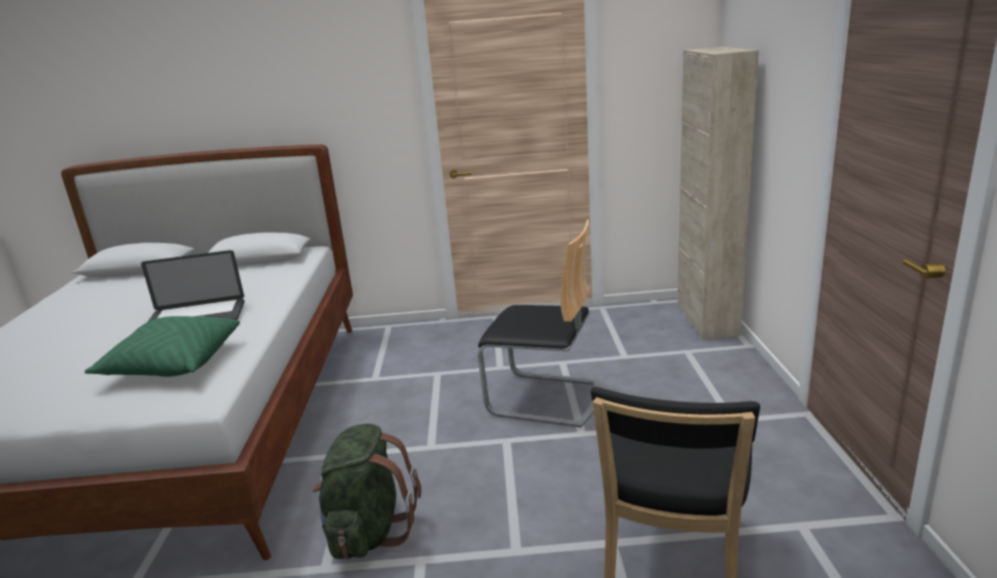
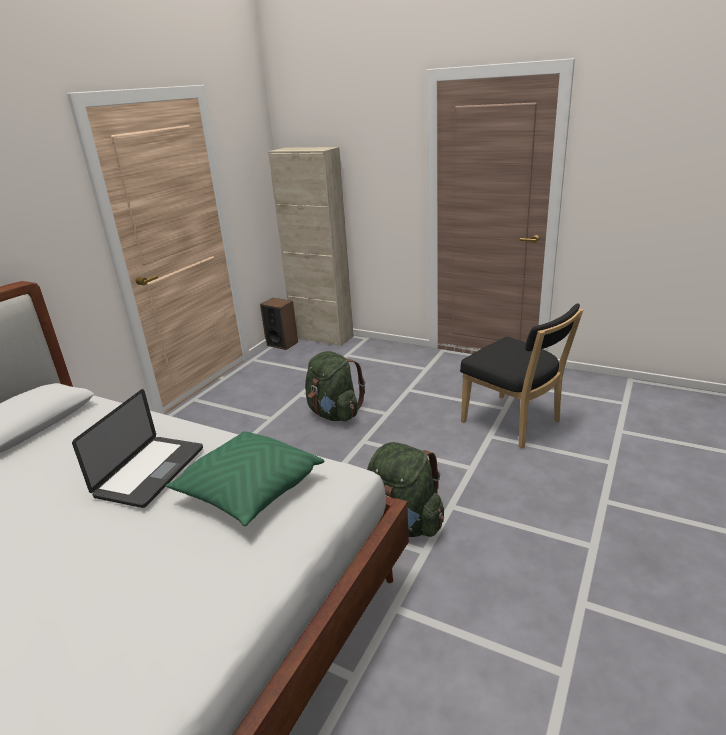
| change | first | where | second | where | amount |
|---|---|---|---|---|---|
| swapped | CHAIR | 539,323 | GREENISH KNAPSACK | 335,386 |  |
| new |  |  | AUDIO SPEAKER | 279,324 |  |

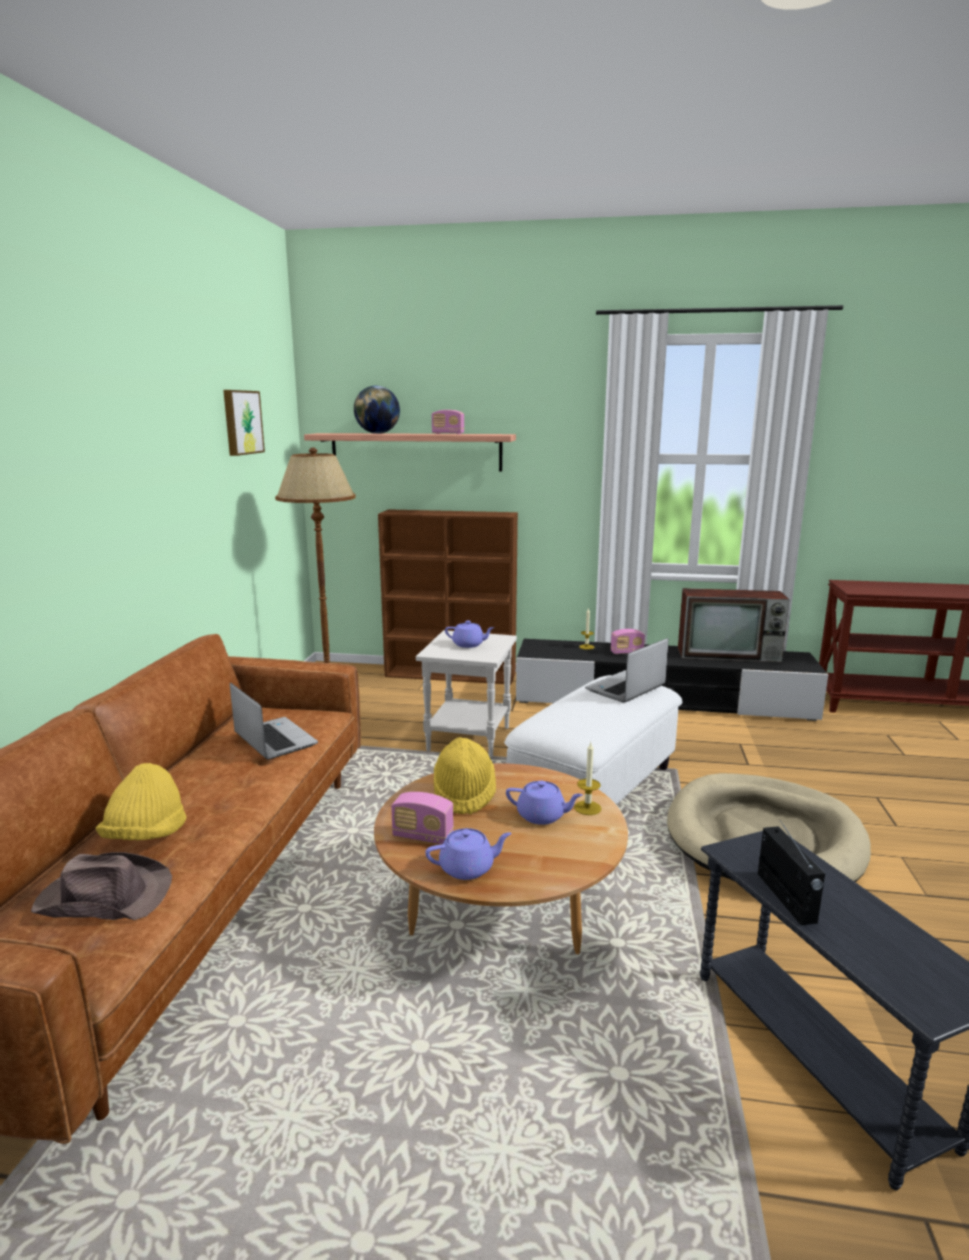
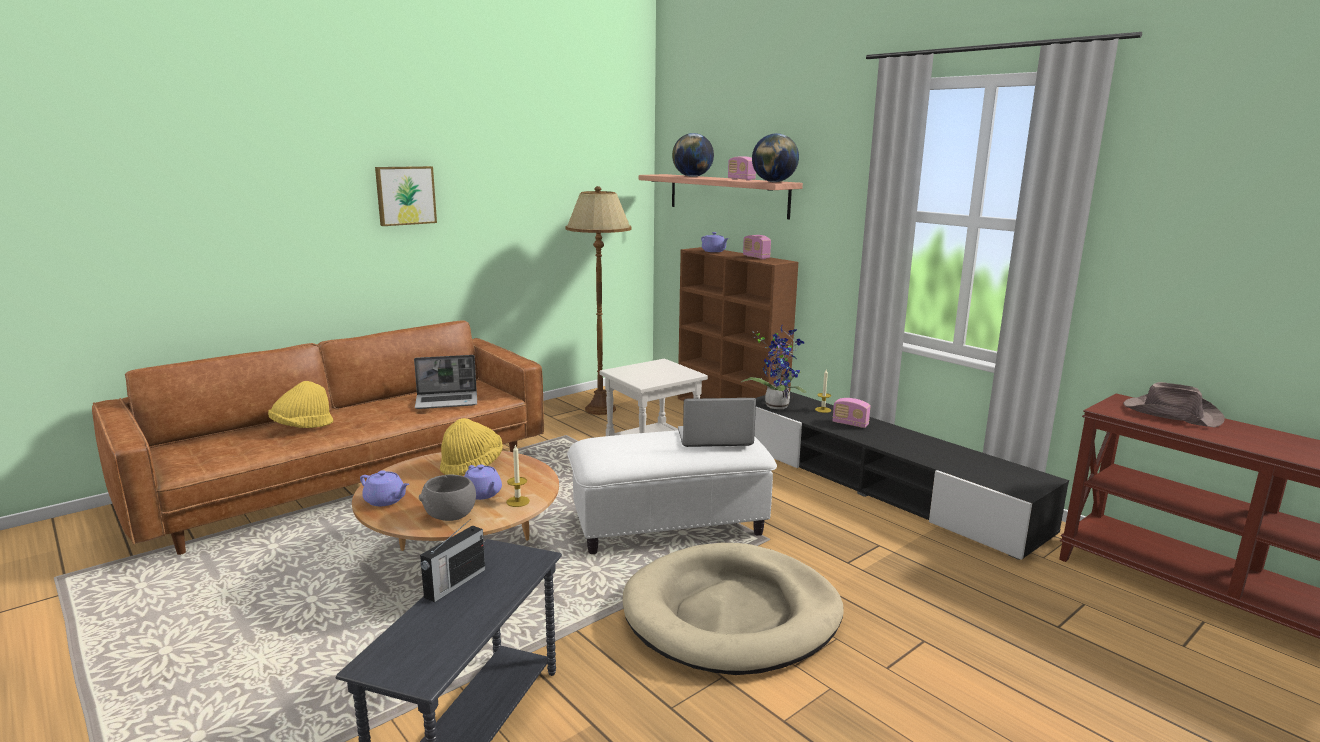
| change | first | where | second | where | amount |
|---|---|---|---|---|---|
| shifted | BROWNISH HAT | 101,886 |  | 1174,404 |  |
| shifted | WALL ART | 244,423 |  | 406,196 |  |
| rotated | LAPTOP | 274,721 |  | 445,382 | 75 degrees clockwise |
| shifted | RADIO RECEIVER | 422,818 |  | 757,247 |  |
| shifted | PURPLISH TEAPOT | 470,634 |  | 715,242 |  |
| gone | TELEVISION | 734,625 |  |  |  |
| new |  |  | GREY SERVING BOWL | 447,497 |  |
| new |  |  | POTTED PLANT | 774,366 |  |
| new |  |  | GLOBE | 775,157 |  |

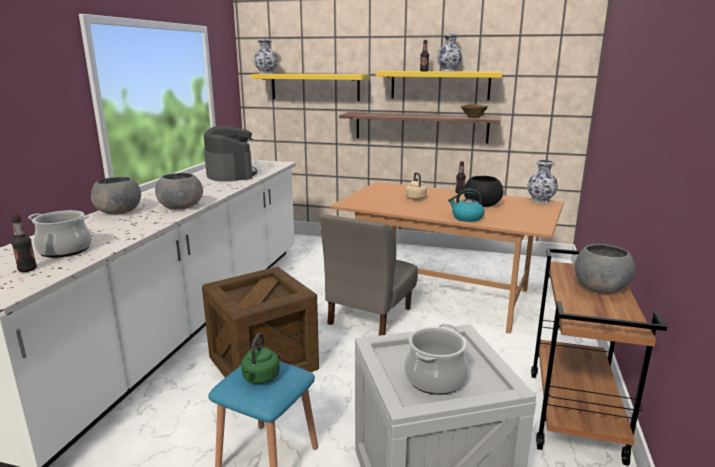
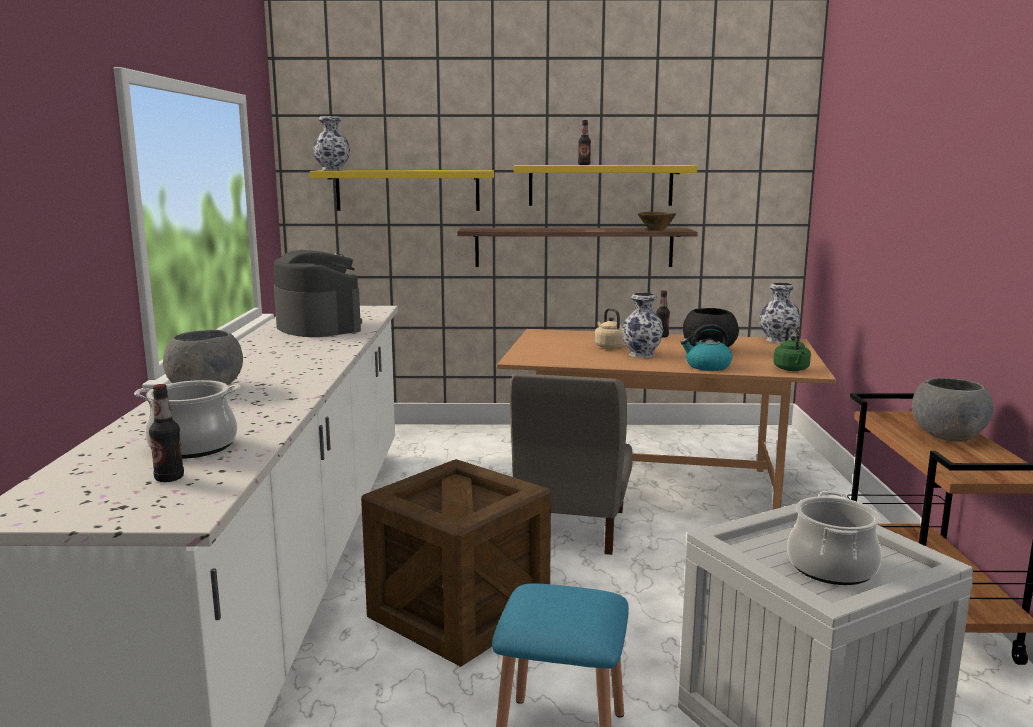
| change | first | where | second | where | amount |
|---|---|---|---|---|---|
| gone | GREY SERVING BOWL | 179,191 |  |  |  |
| shifted | GREENISH KETTLE | 260,358 |  | 792,348 |  |
| shifted | FLOWER VASE | 449,52 |  | 642,325 |  |

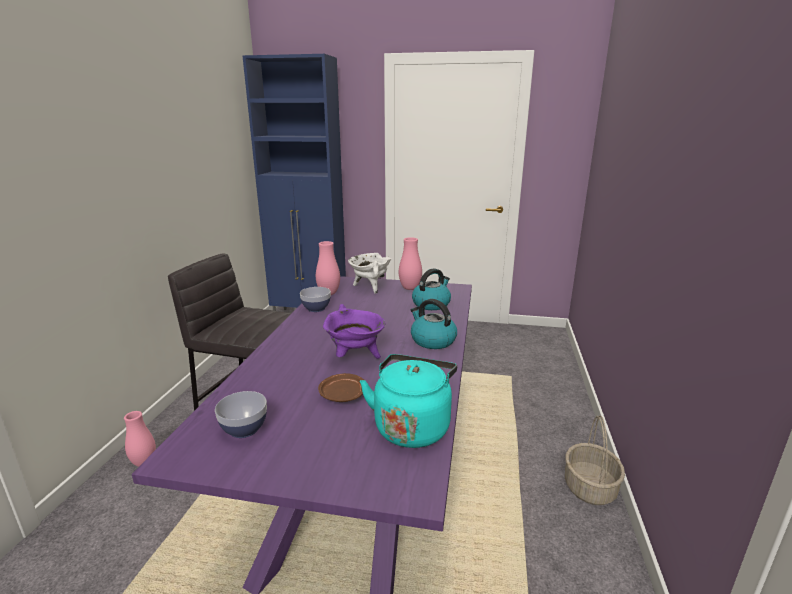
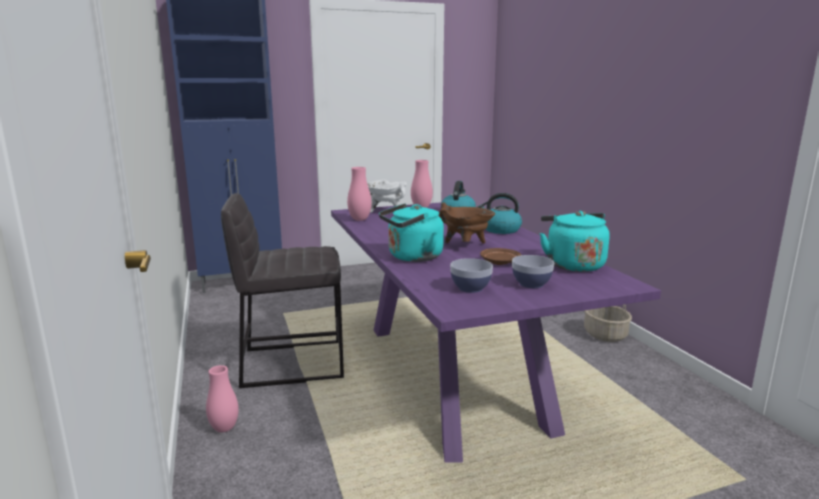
| change | first | where | second | where | amount |
|---|---|---|---|---|---|
| shifted | SERVING BOWL | 315,299 |  | 533,271 |  |
| repainted | PURPLISH SAUCEPOT | 354,331 | BROWNISH SAUCEPOT | 467,223 |  |
| new |  |  | BLUE-GREEN KETTLE | 411,232 |  |

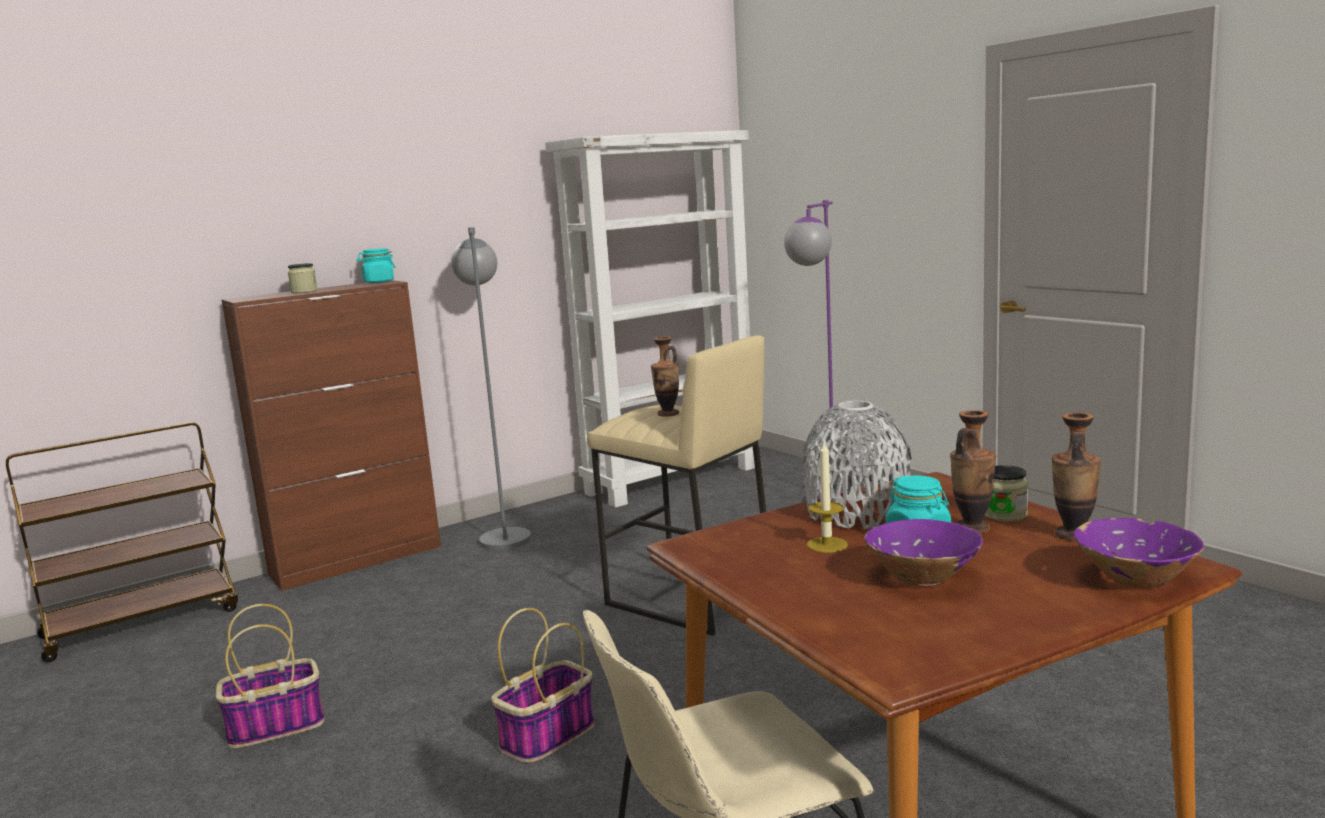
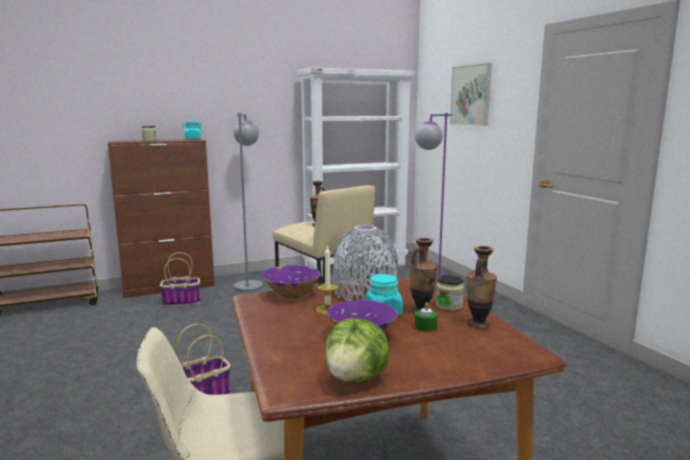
| change | first | where | second | where | amount |
|---|---|---|---|---|---|
| shifted | STORAGE BASKET | 270,676 |  | 180,279 |  |
| shifted | PURPLISH SERVING BOWL | 1139,553 |  | 291,282 |  |
| new |  |  | LETTUCE | 357,350 |  |
| new |  |  | GREENISH CANDLE | 426,317 |  |
| new |  |  | WALL ART | 471,94 |  |

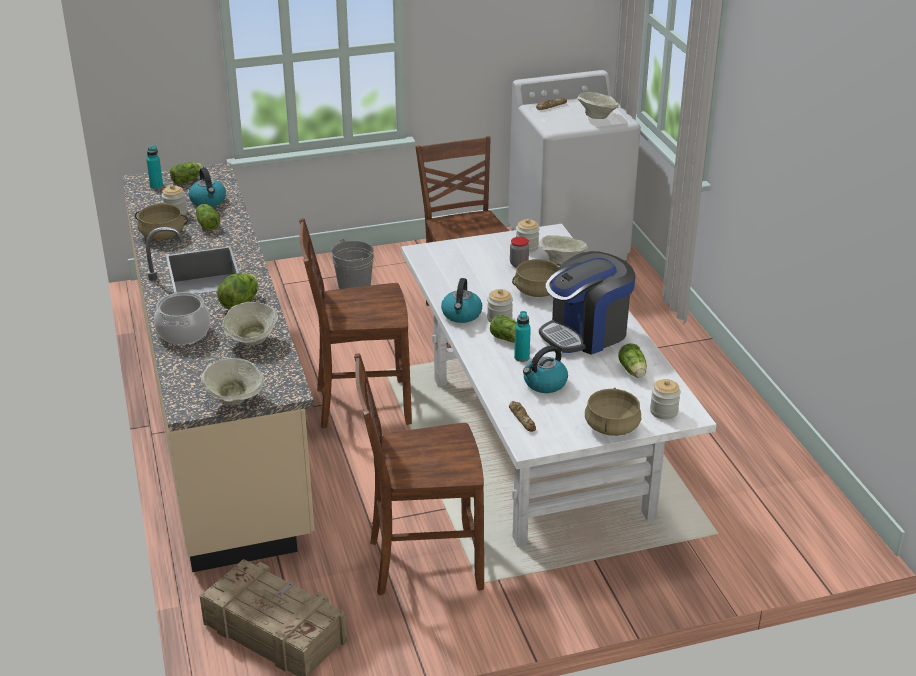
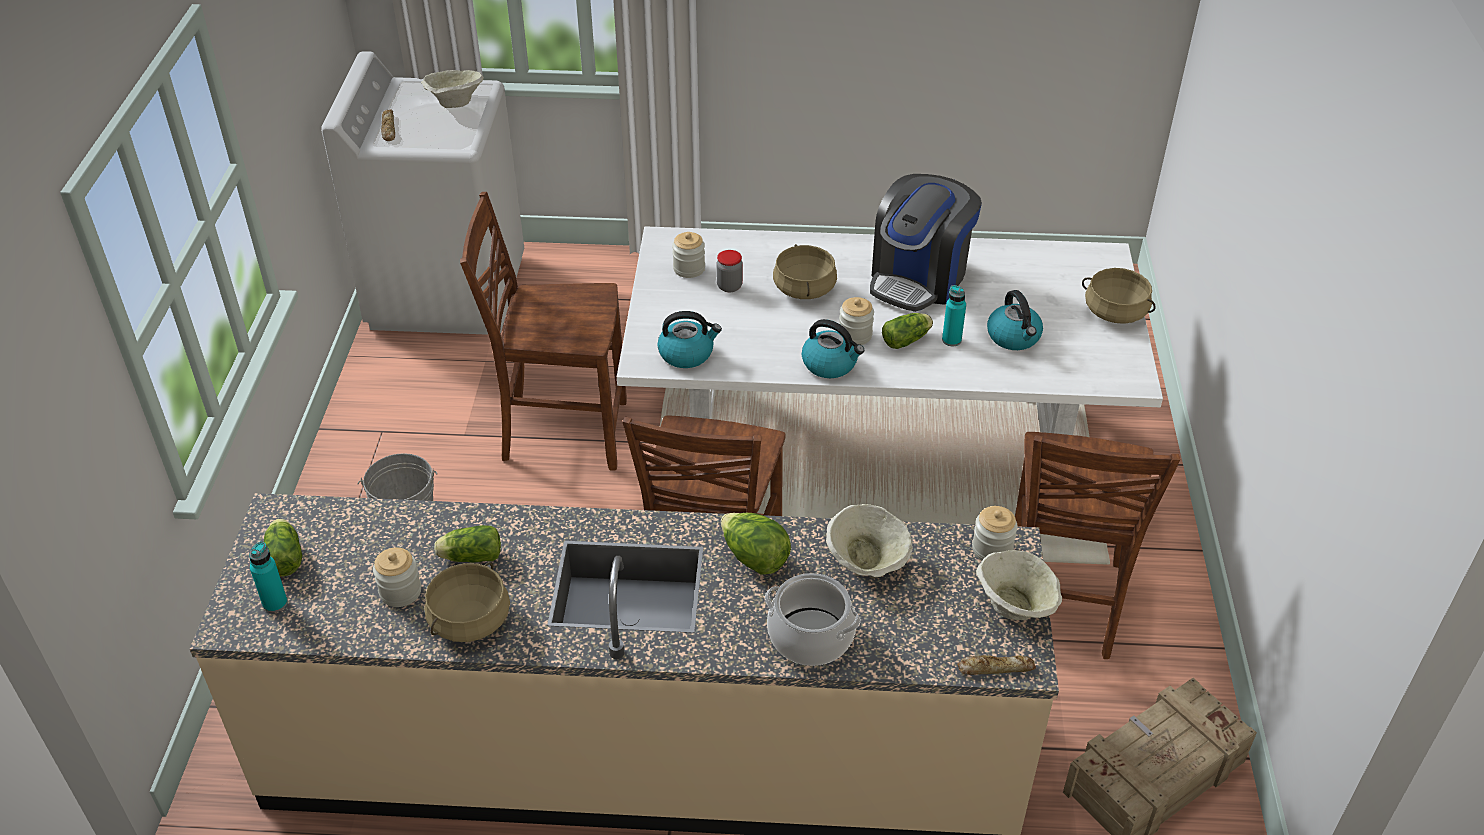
| change | first | where | second | where | amount |
|---|---|---|---|---|---|
| shifted | KETTLE | 207,187 |  | 689,339 |  |
| shifted | BAKED BREAD | 522,416 |  | 996,665 |  |
| gone | SAND-COLOURED SERVING BOWL | 563,250 |  |  |  |
| rotated | COFFEE MAKER | 587,303 |  | 926,243 | 45 degrees clockwise |
| gone | LETTUCE | 632,360 |  |  |  |
| shifted | PRESERVE JAR | 665,399 |  | 995,533 |  |

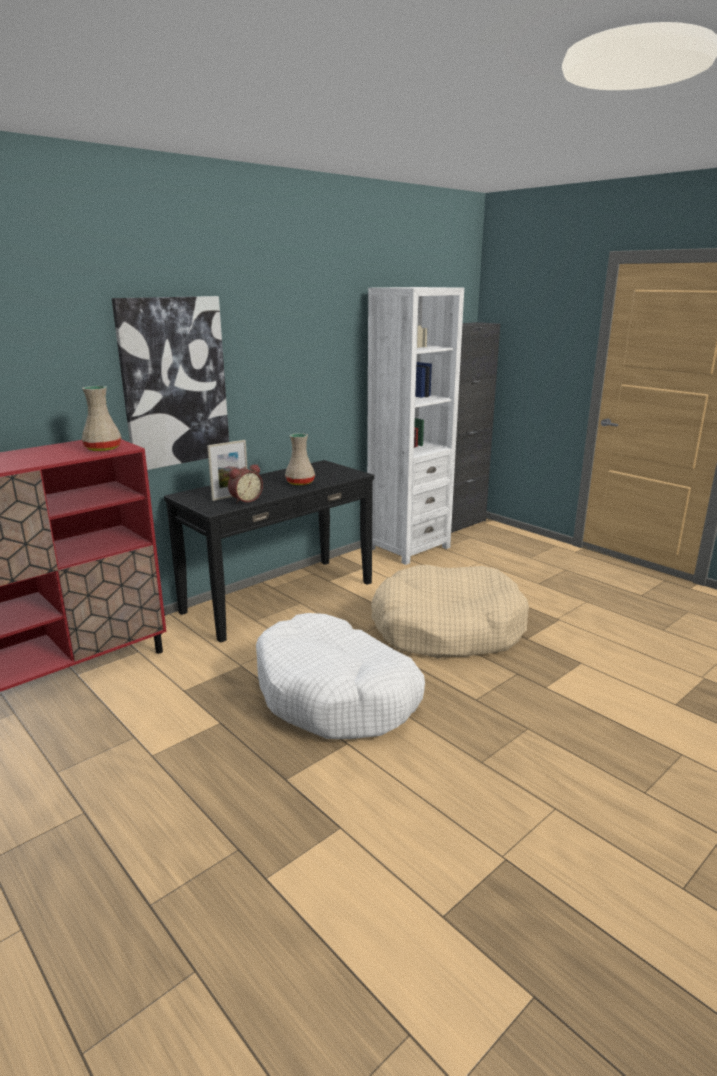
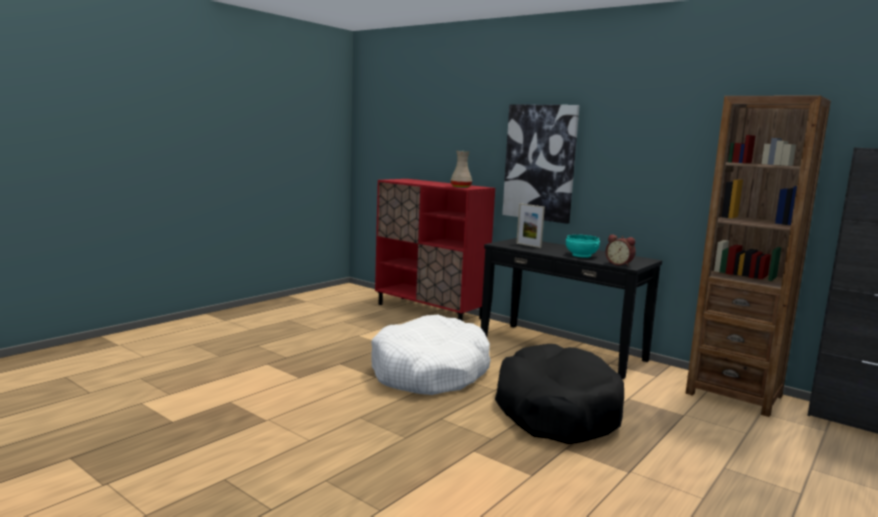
| change | first | where | second | where | amount |
|---|---|---|---|---|---|
| shifted | TABLE CLOCK | 245,484 |  | 620,250 |  |
| swapped | SAND-COLOURED FLOWER VASE | 300,459 | BLUE-GREEN SERVING BOWL | 583,246 |  |
| repainted | WHITE BOOKCASE | 415,426 | BROWNISH BOOKCASE | 758,256 |  |
| repainted | SAND-COLOURED PET BED | 450,611 | BLACK-COLOURED PET BED | 559,394 |  |

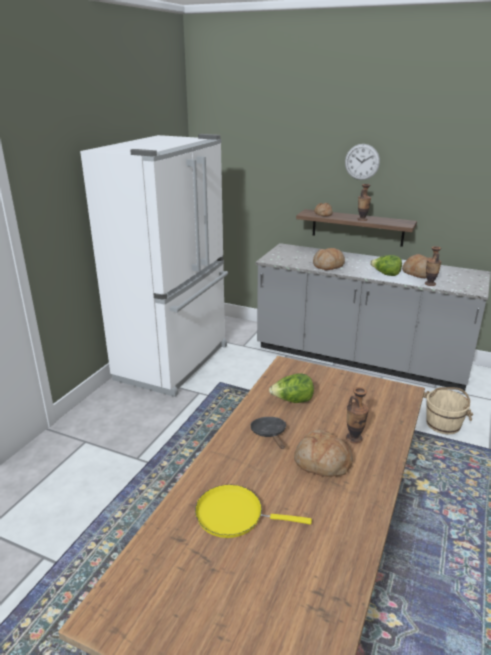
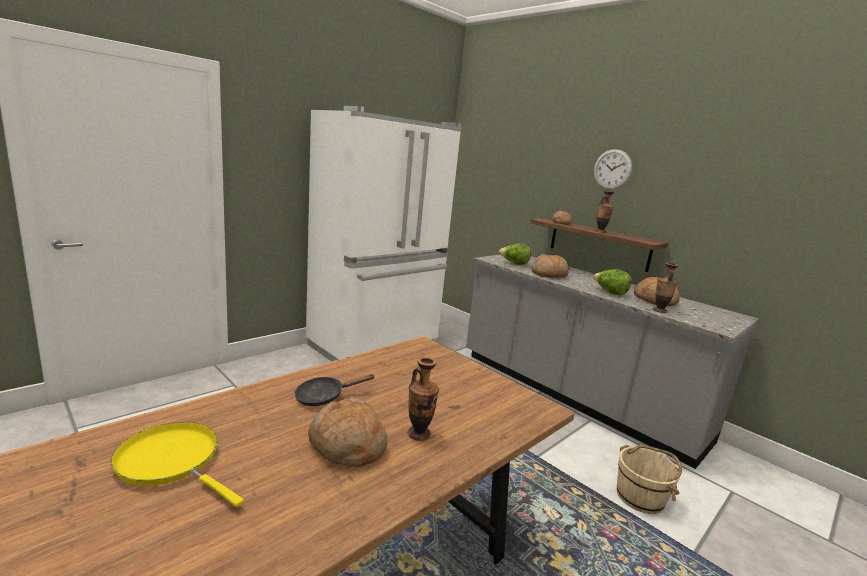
| change | first | where | second | where | amount |
|---|---|---|---|---|---|
| rotated | BLACK-COLOURED FRYING PAN | 268,433 |  | 334,390 | 120 degrees counterclockwise |
| shifted | LETTUCE | 291,388 |  | 515,254 |  |

